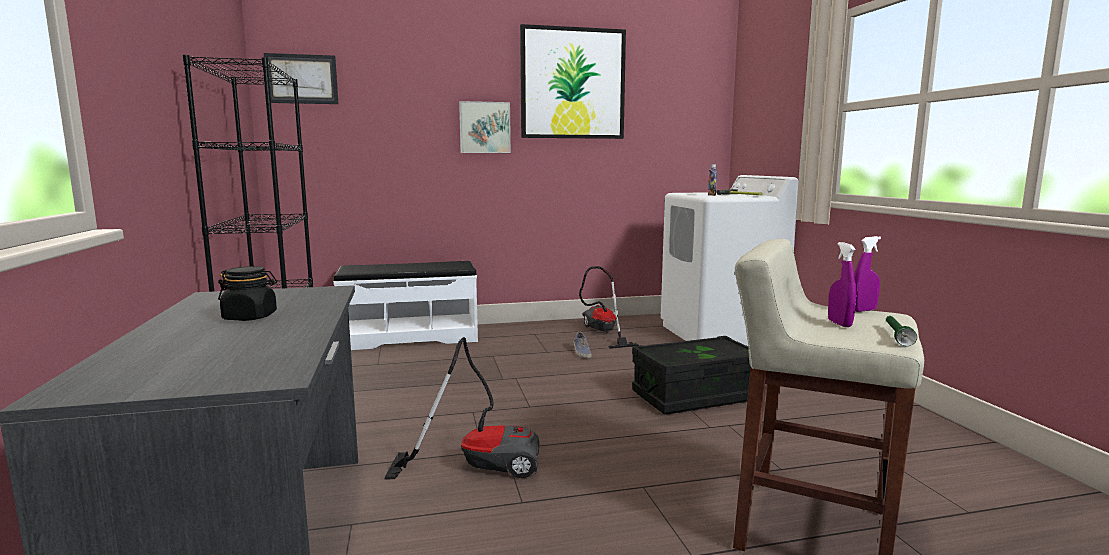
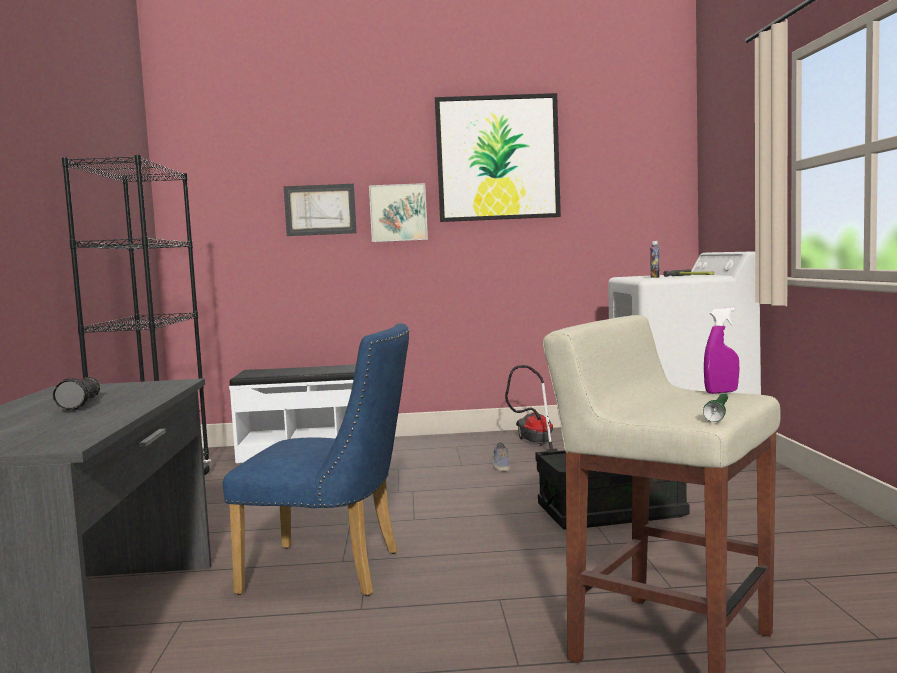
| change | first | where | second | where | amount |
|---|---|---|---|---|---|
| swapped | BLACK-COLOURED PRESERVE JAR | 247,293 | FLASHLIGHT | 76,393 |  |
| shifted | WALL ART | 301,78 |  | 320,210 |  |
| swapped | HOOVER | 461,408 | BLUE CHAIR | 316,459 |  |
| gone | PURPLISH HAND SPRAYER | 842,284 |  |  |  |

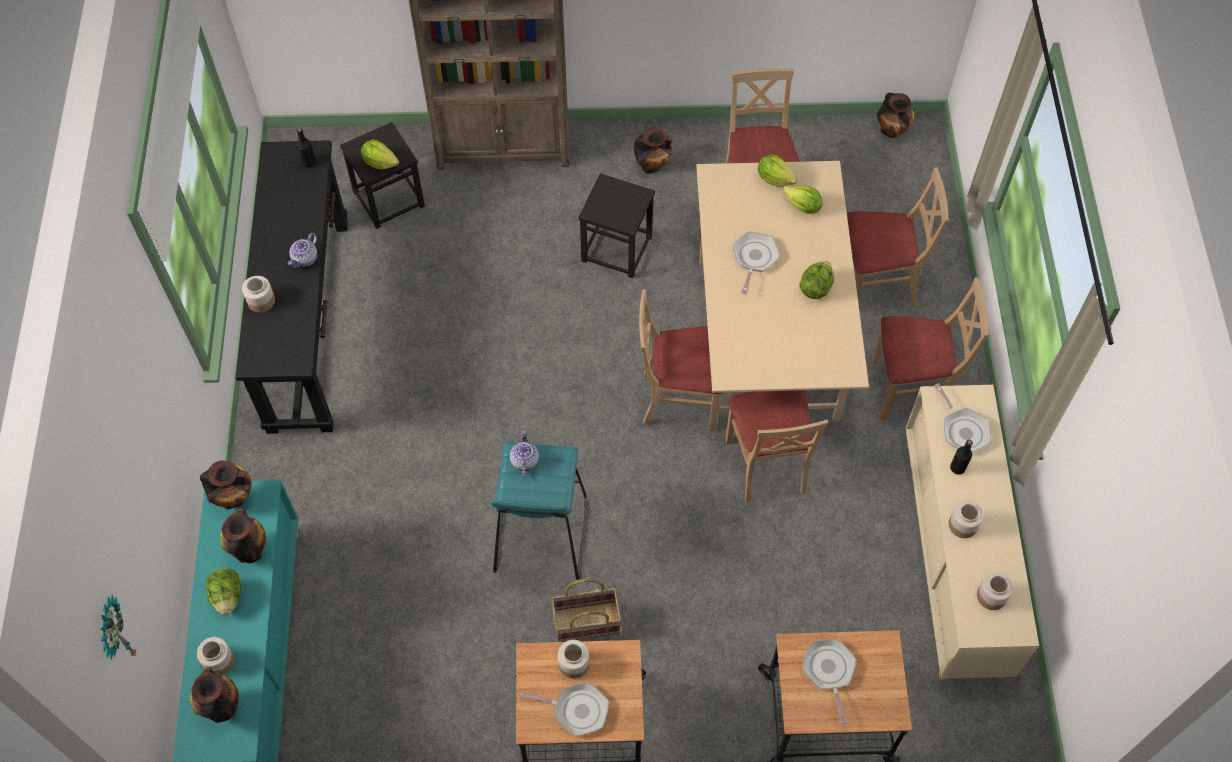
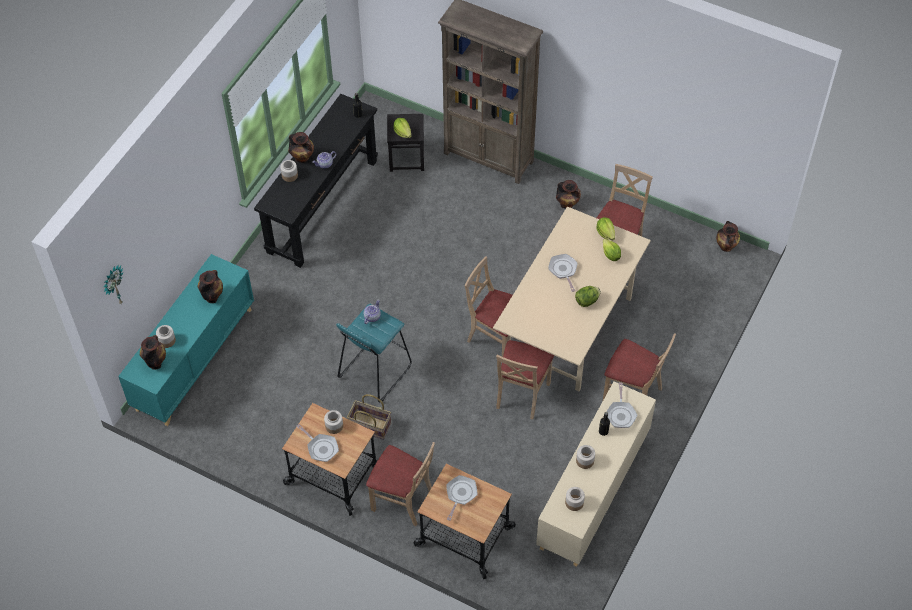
| change | first | where | second | where | amount |
|---|---|---|---|---|---|
| shifted | FLOWER VASE | 226,485 |  | 301,147 |  |
| gone | LETTUCE | 224,591 |  |  |  |
| gone | BLACK-COLOURED SITTING STOOL | 616,225 |  |  |  |
| rotated | FRYING PAN | 756,263 |  | 563,273 | 60 degrees counterclockwise |
| shifted | SAND-COLOURED CHAIR | 898,236 |  | 400,484 |  |

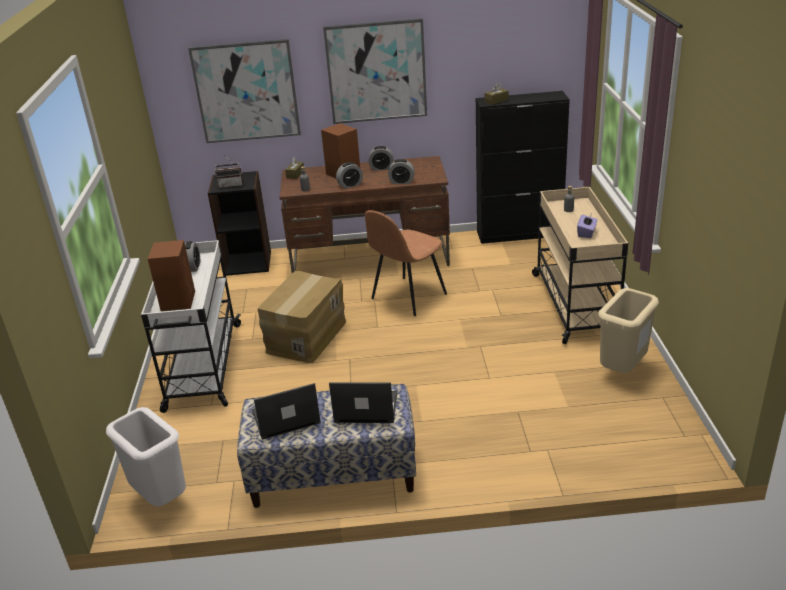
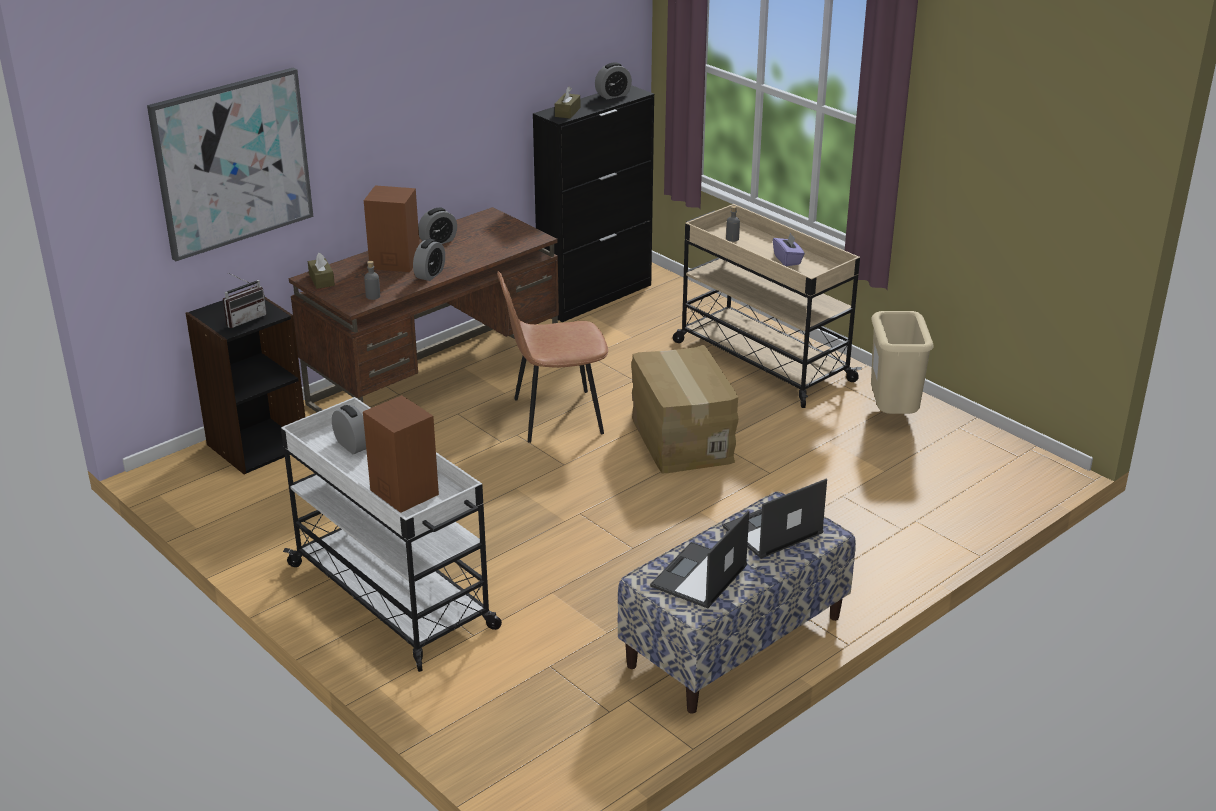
| change | first | where | second | where | amount |
|---|---|---|---|---|---|
| gone | WHITE TRASH CAN | 146,456 |  |  |  |
| shifted | CARTON | 302,317 |  | 684,409 |  |
| gone | WALL ART | 375,71 |  |  |  |
| rotated | BROWNISH CHAIR | 406,263 |  | 552,357 | 75 degrees clockwise |
| shifted | TABLE CLOCK | 401,171 |  | 613,80 |  |

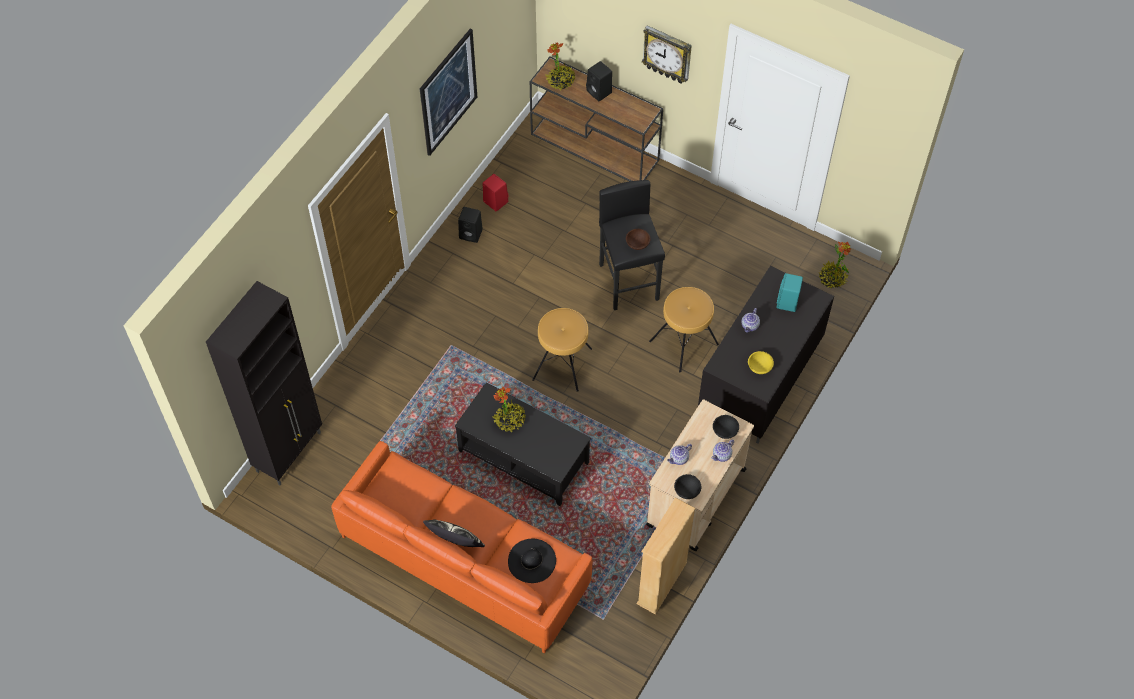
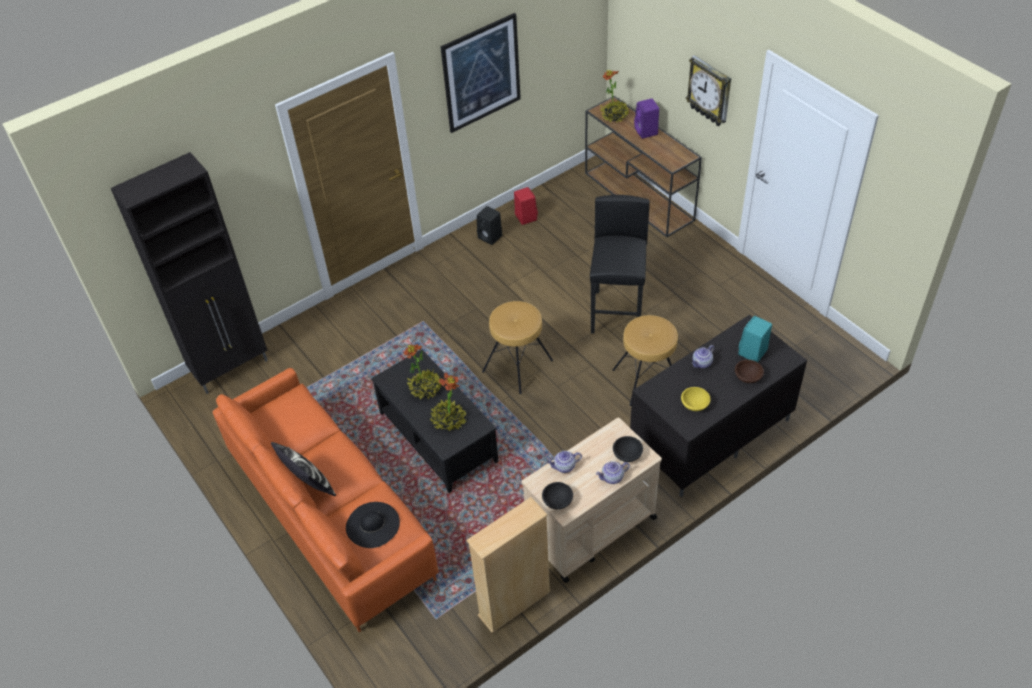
| change | first | where | second | where | amount |
|---|---|---|---|---|---|
| repainted | BLACK-COLOURED AUDIO SPEAKER | 599,81 | PURPLISH AUDIO SPEAKER | 646,118 |  |
| shifted | BROWNISH SERVING BOWL | 638,239 |  | 749,371 |  |
| shifted | POTTED PLANT | 835,264 |  | 448,402 |  |

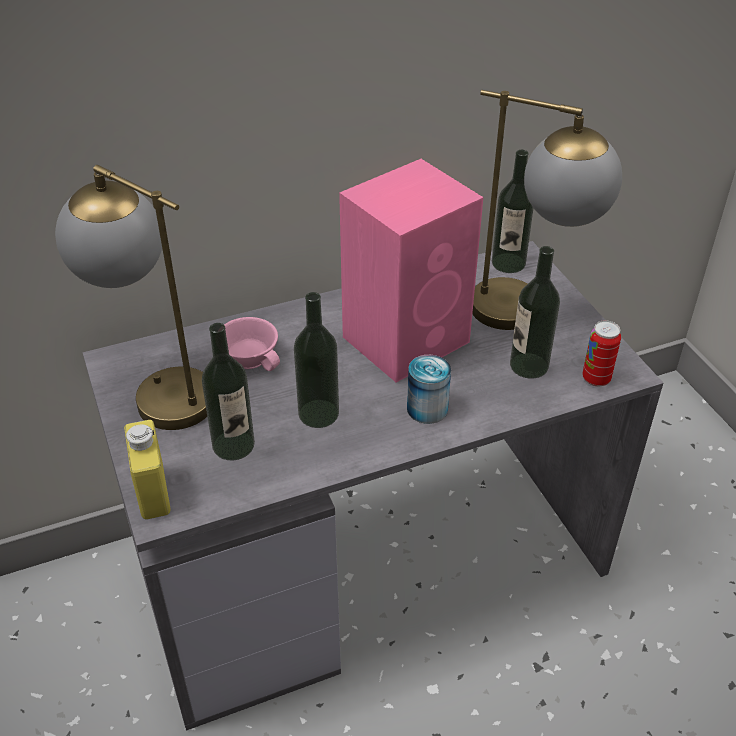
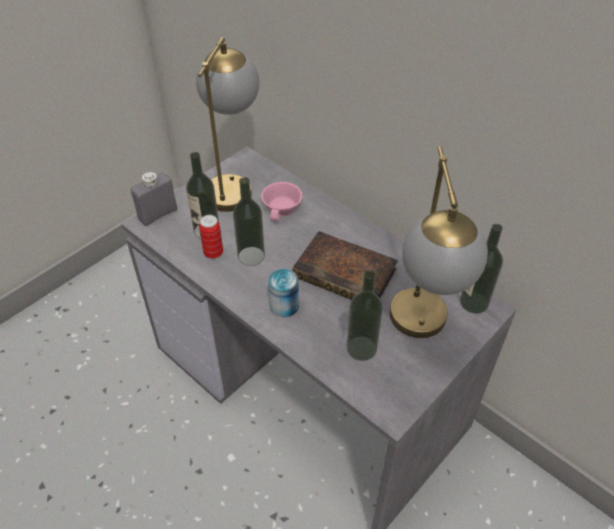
| change | first | where | second | where | amount |
|---|---|---|---|---|---|
| repainted | YELLOWISH BEVERAGE BOTTLE | 147,469 | GREY BEVERAGE BOTTLE | 153,199 |  |
| swapped | PINKISH AUDIO SPEAKER | 411,271 | BOOK | 345,265 |  |
| shifted | CAN | 601,353 |  | 211,237 |  |

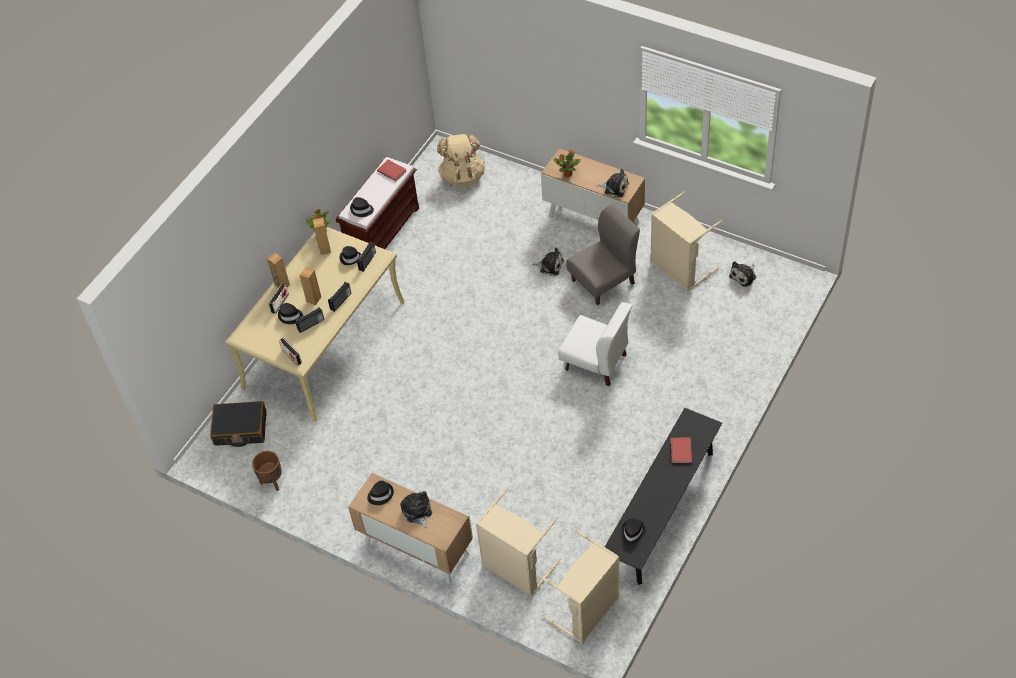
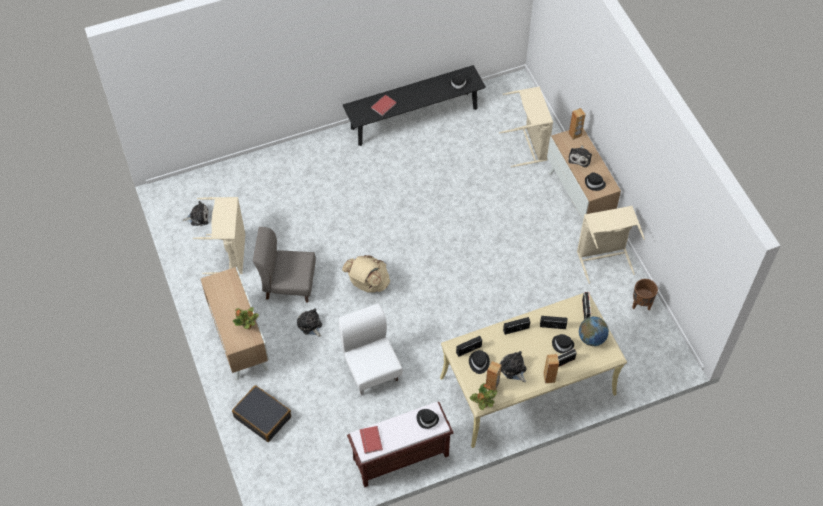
| change | first | where | second | where | amount |
|---|---|---|---|---|---|
| shifted | BLACK-COLOURED PIECE OF LUGGAGE | 238,424 |  | 261,413 |  |
| shifted | BROWNISH AUDIO SPEAKER | 310,286 |  | 577,124 |  |
| shifted | SAND-COLOURED KNAPSACK | 461,161 |  | 366,273 |  |
| shifted | SAND-COLOURED LAUNDRY BASKET | 578,587 |  | 611,245 |  |
| shifted | WHITE CHAIR | 595,344 |  | 371,349 |  |
| shifted | CUDDLY TOY | 613,183 |  | 513,366 |  |
| new |  |  | GLOBE | 594,331 |  |

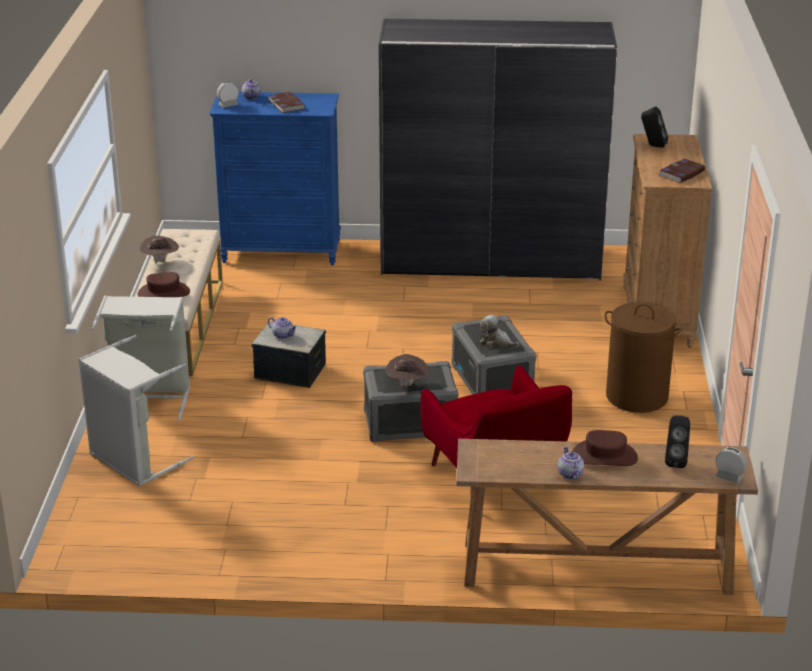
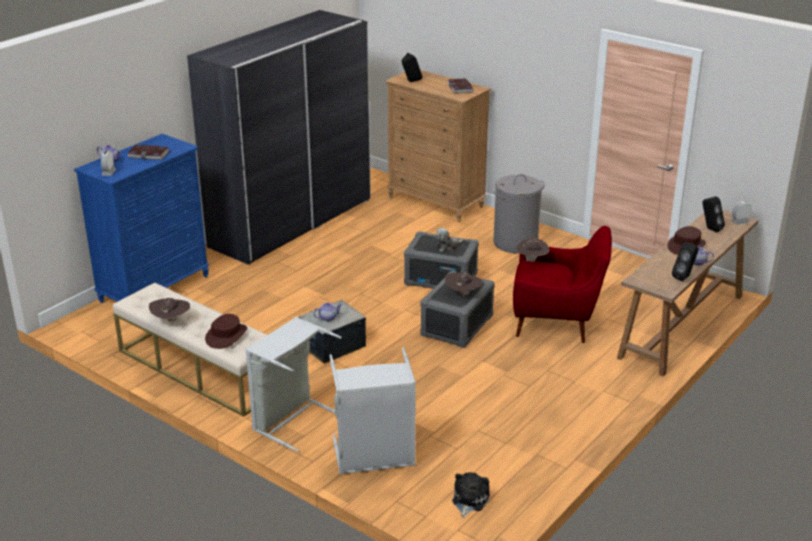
| change | first | where | second | where | amount |
|---|---|---|---|---|---|
| repainted | BROWNISH LAUNDRY BASKET | 643,357 | GREY LAUNDRY BASKET | 518,214 |  |
| new |  |  | CUDDLY TOY | 471,495 |  |
| new |  |  | BROWNISH HAT | 533,250 |  |
| new |  |  | BLACK-COLOURED AUDIO SPEAKER | 685,261 |  |

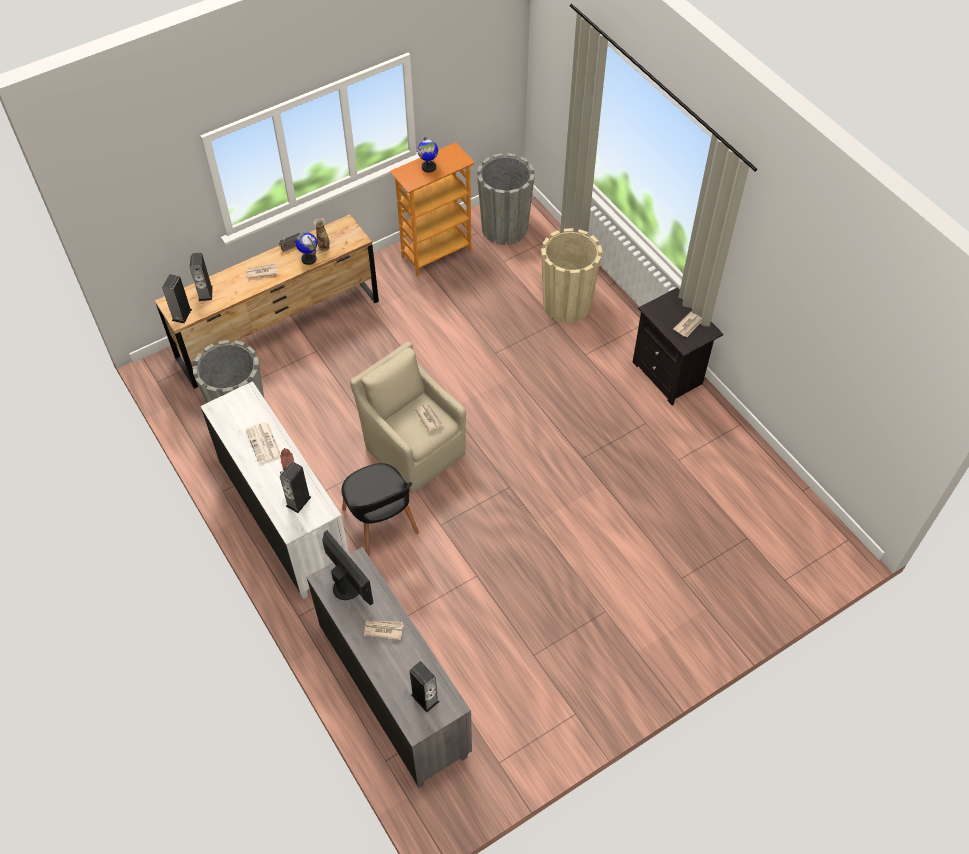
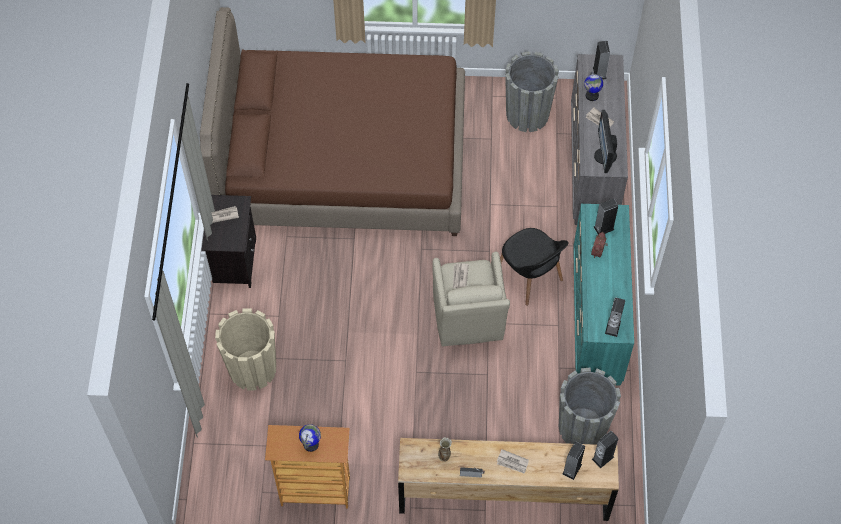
| change | first | where | second | where | amount |
|---|---|---|---|---|---|
| repainted | WHITE CHEST OF DRAWERS | 274,490 | BLUE-GREEN CHEST OF DRAWERS | 603,295 |  |
| gone | NEWSPAPER | 263,443 |  |  |  |
| shifted | GLOBE | 306,248 |  | 593,86 |  |
| rotated | BLACK-COLOURED CHAIR | 380,509 |  | 534,267 | 135 degrees clockwise |
| shifted | GREY PLANT POT | 506,199 |  | 532,91 |  |
| new |  |  | BROWNISH BED | 332,121 |  |
| new |  |  | AUDIO SPEAKER | 615,317 |  |

